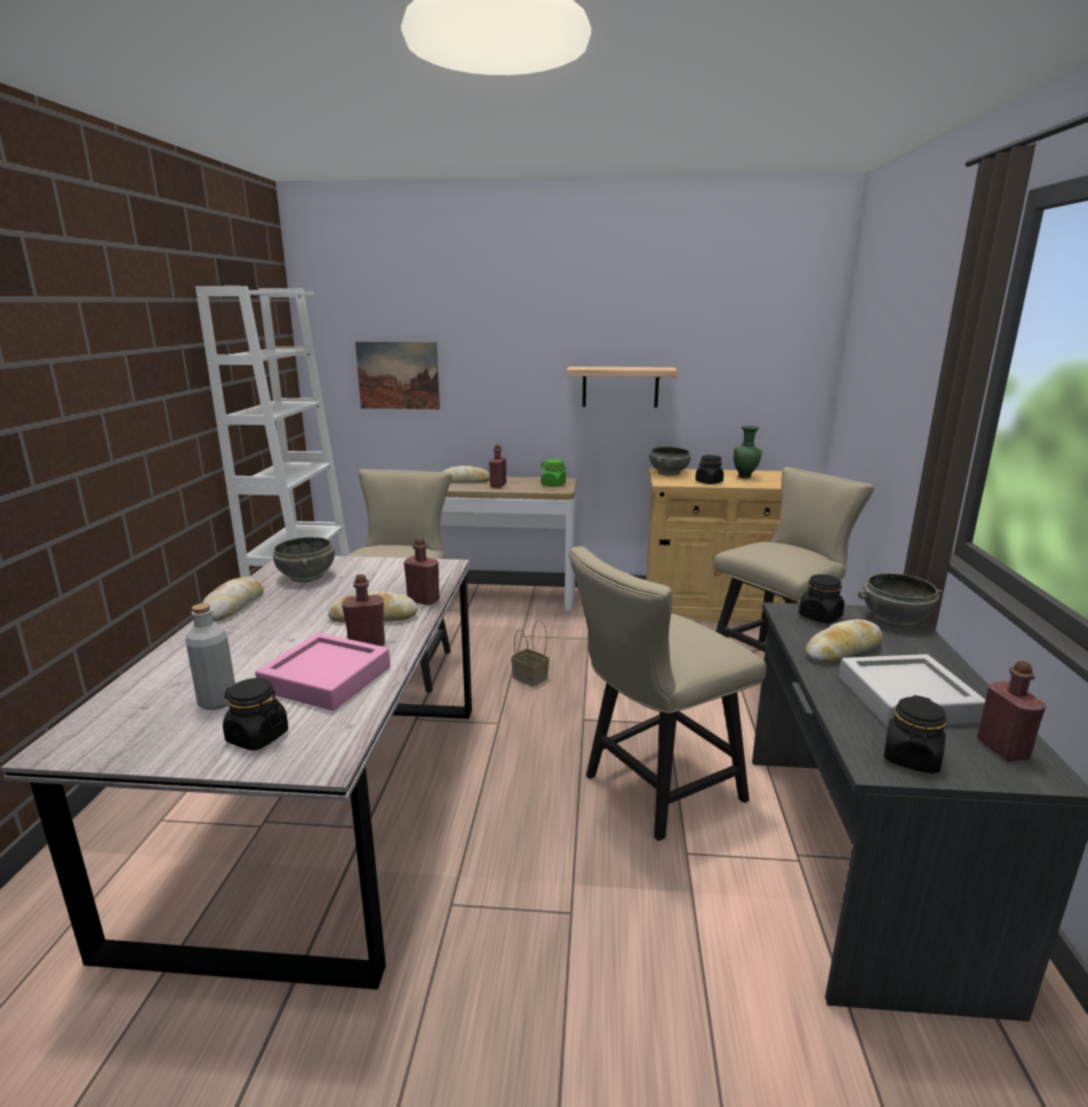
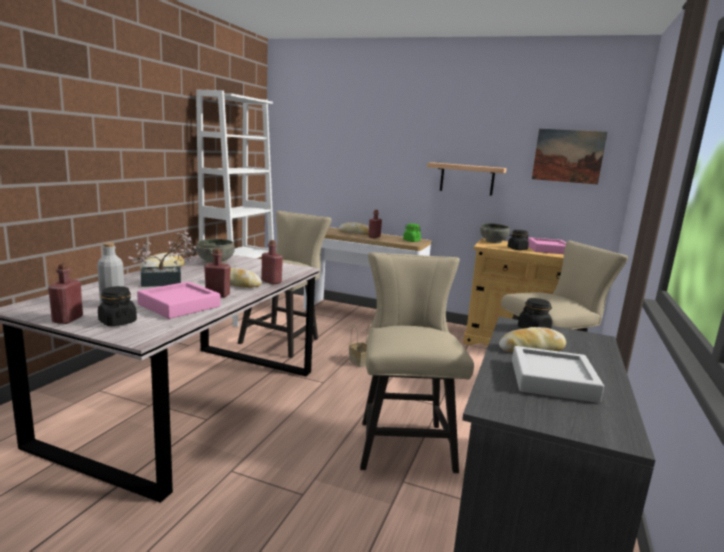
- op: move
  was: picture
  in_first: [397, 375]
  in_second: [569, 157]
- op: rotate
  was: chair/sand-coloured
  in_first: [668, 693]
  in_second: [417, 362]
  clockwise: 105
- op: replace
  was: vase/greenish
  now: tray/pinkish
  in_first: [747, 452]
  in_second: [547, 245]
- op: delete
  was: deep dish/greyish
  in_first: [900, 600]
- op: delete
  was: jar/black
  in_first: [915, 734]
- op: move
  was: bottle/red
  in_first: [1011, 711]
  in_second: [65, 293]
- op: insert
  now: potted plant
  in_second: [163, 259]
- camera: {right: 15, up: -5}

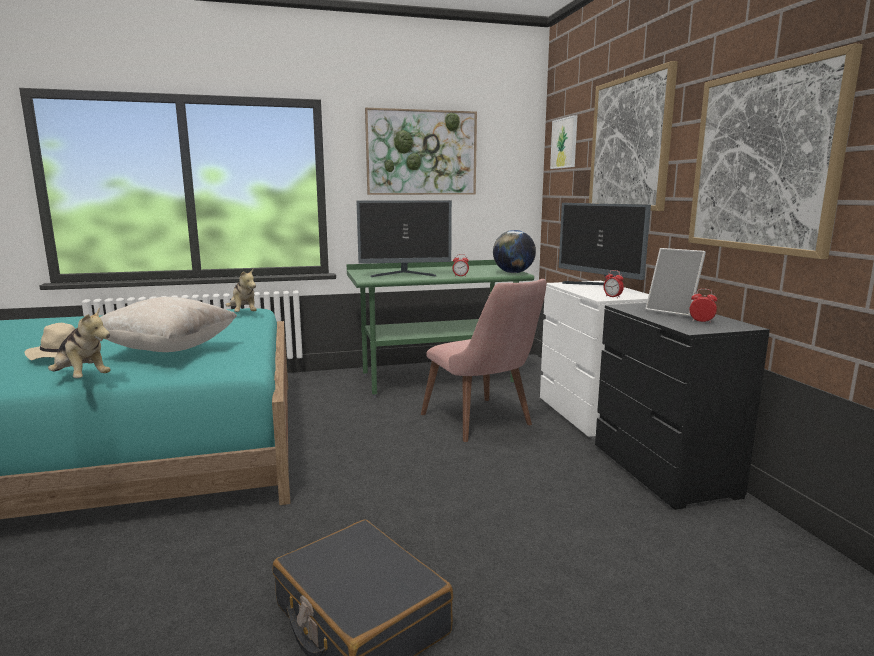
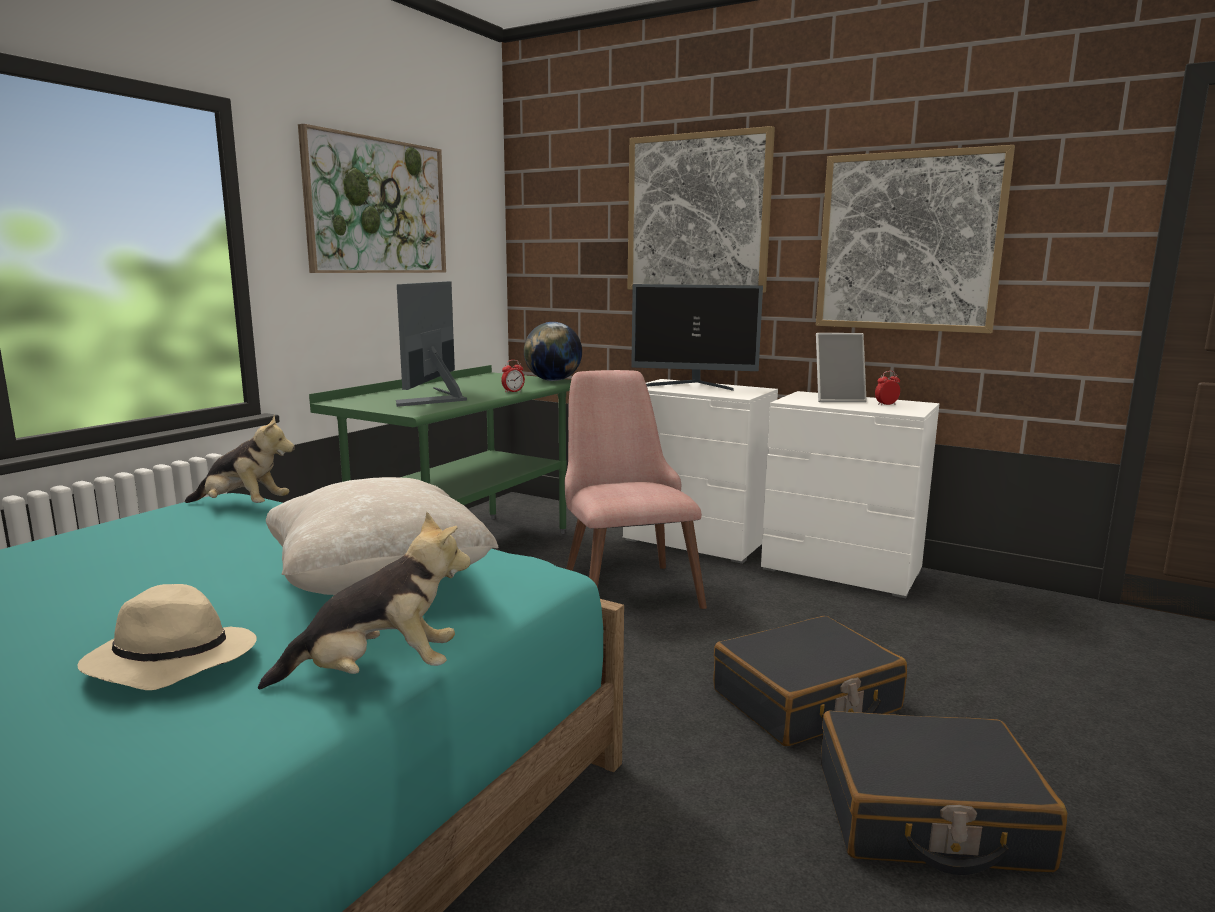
- op: rotate
  was: monitor
  in_first: [404, 238]
  in_second: [431, 344]
  clockwise: 150
- op: rotate
  was: chair/pinkish
  in_first: [484, 360]
  in_second: [636, 489]
  clockwise: -120
- op: delete
  was: picture
  in_first: [564, 142]
- op: recolor
  was: drawer chest/black
  now: drawer chest/white
  in_first: [682, 406]
  in_second: [850, 494]
- op: delete
  was: bedside clock
  in_first: [614, 284]
- op: insert
  now: travel case/black
  in_second: [810, 681]
- camera: {right: -45, up: 0}

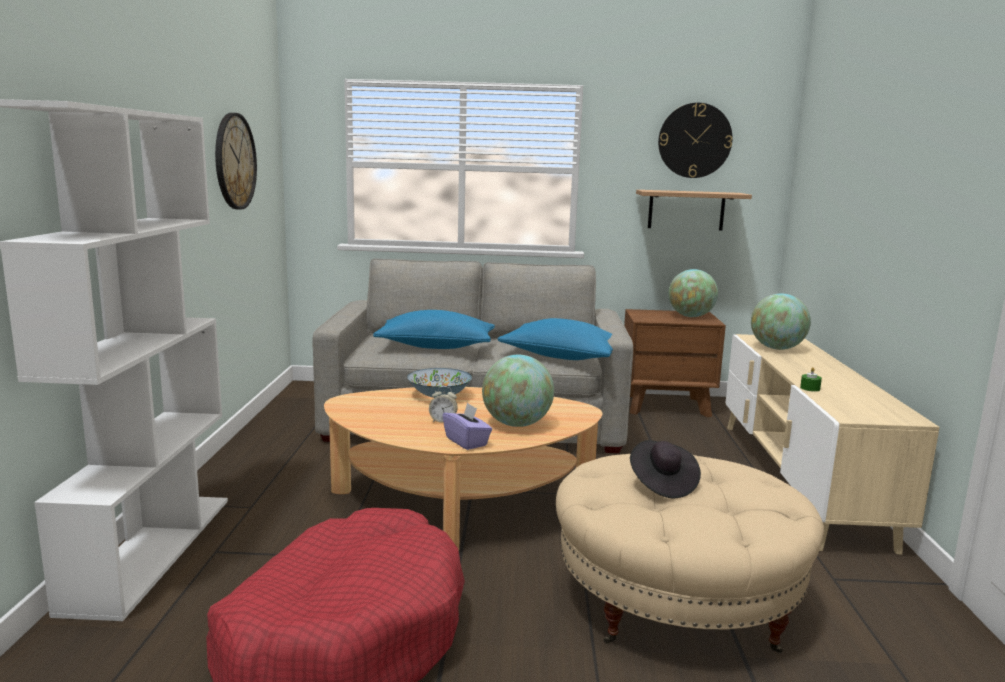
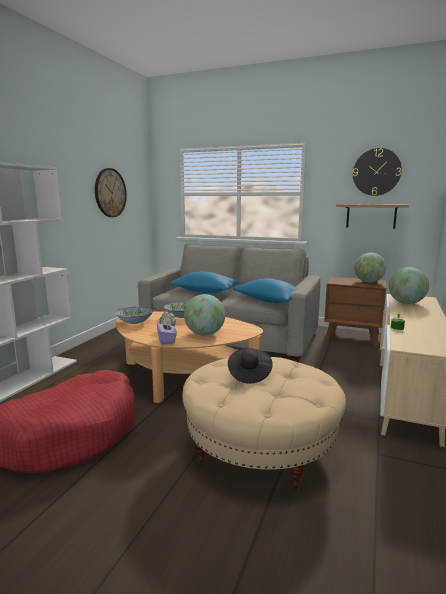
- op: insert
  now: deep dish
  in_second: [134, 315]
- camera: {right: 20, up: 0}

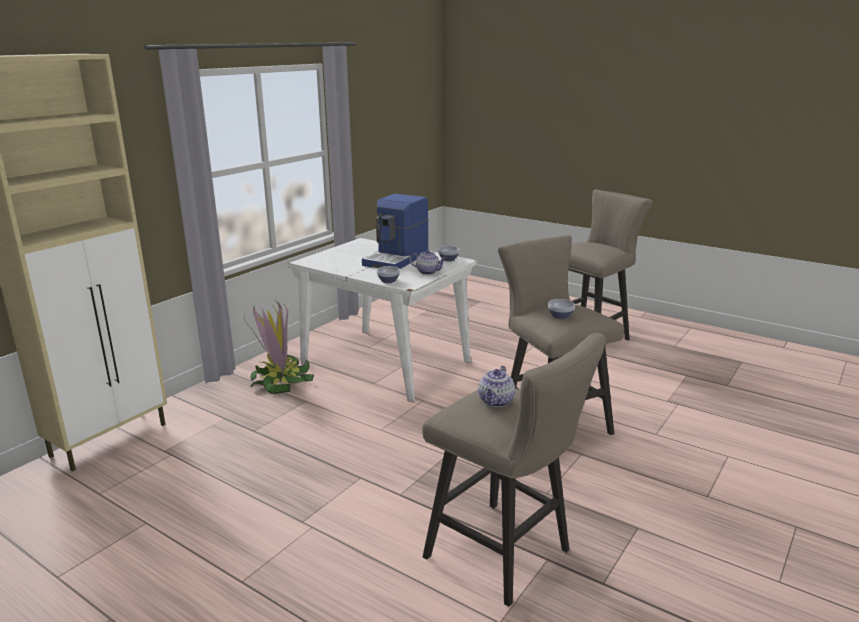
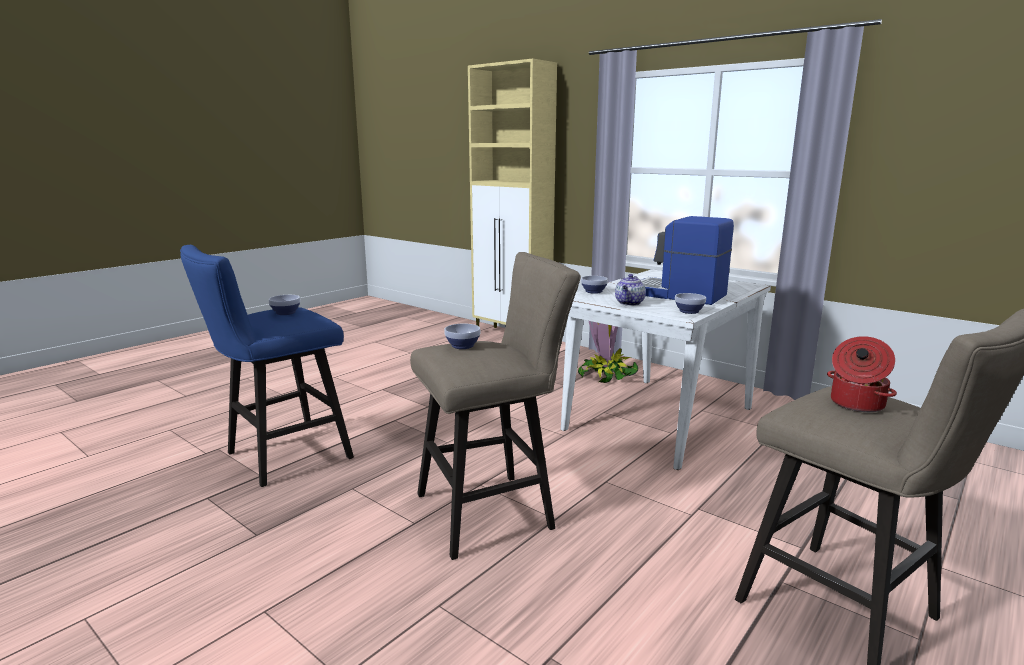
- op: recolor
  was: stool/sand-coloured
  now: stool/blue-coloured
  in_first: [514, 470]
  in_second: [267, 366]
- op: replace
  was: pot for tea
  now: deep dish
  in_first: [496, 386]
  in_second: [284, 305]
- op: insert
  now: saucepot
  in_second: [862, 374]
- camera: {right: 95, up: -5}

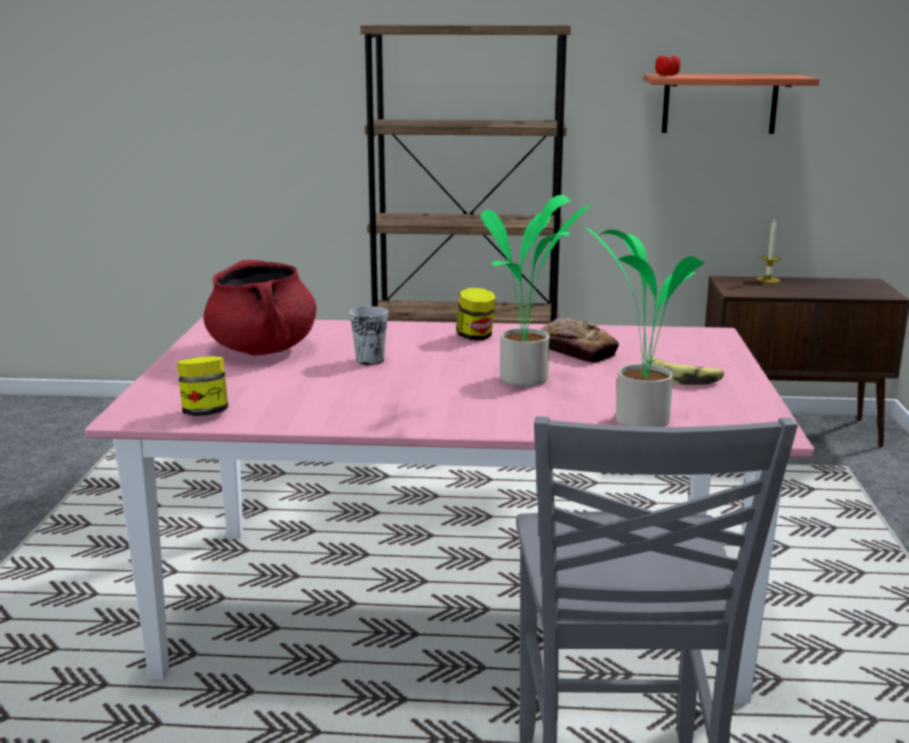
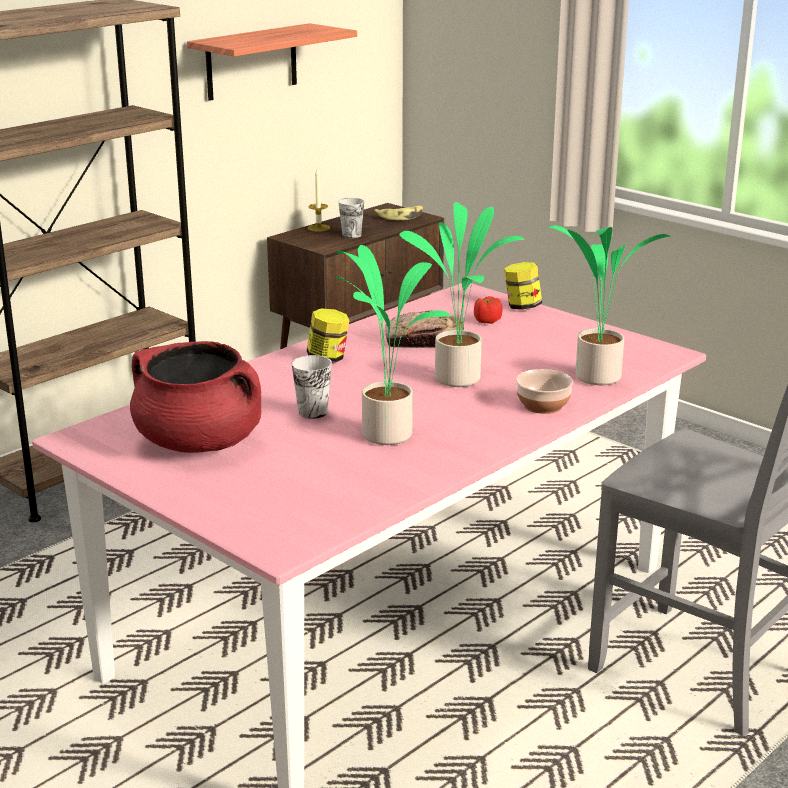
- op: move
  was: jar
  in_first: [202, 386]
  in_second: [523, 286]
- op: move
  was: banana
  in_first: [685, 370]
  in_second: [398, 213]
- op: move
  was: tomato
  in_first: [667, 66]
  in_second: [488, 310]
- op: insert
  now: potted plant
  in_second: [393, 345]
- op: insert
  now: drinking cup
  in_second: [351, 218]
- op: insert
  now: deep dish
  in_second: [544, 391]
- camera: {right: -50, up: 5}

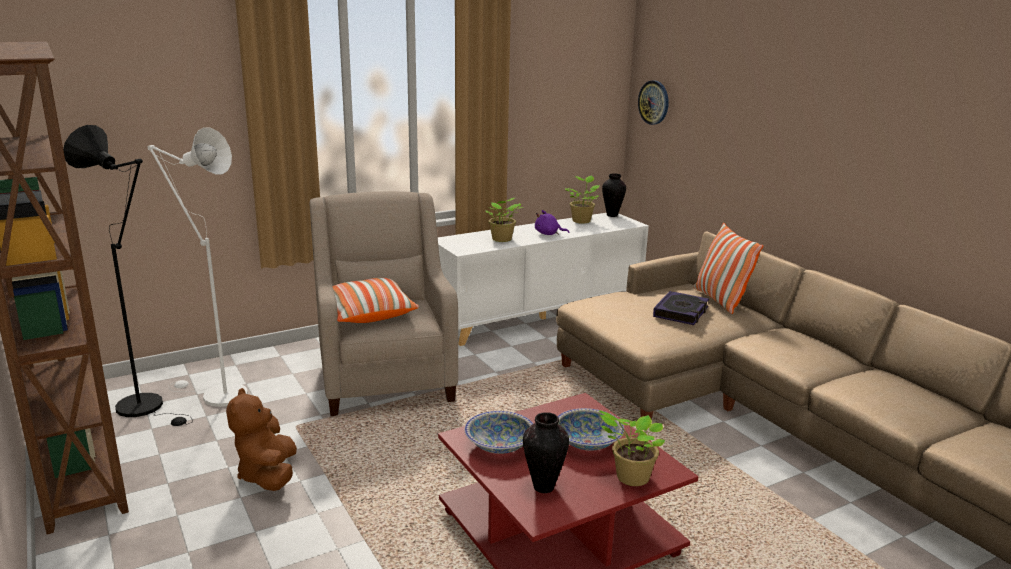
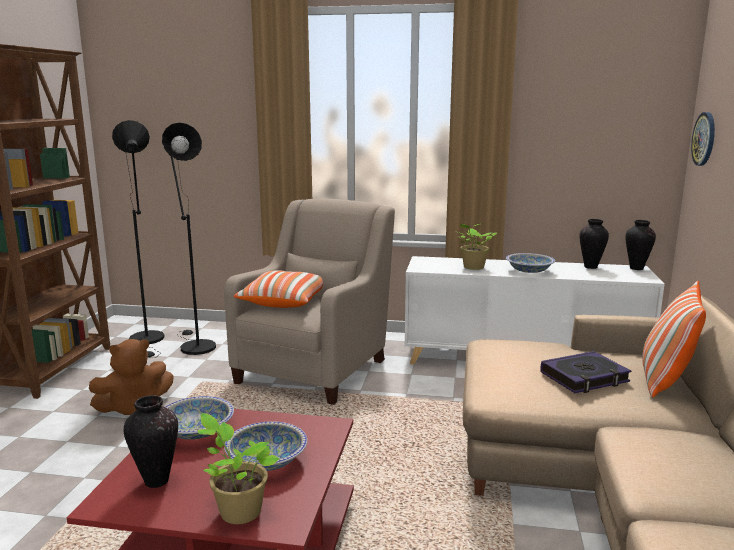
- op: recolor
  was: standard lamp/white
  now: standard lamp/black
  in_first: [198, 267]
  in_second: [189, 238]
- op: rotate
  was: soft toy/brown
  in_first: [261, 439]
  in_second: [131, 377]
  clockwise: -150
- op: replace
  was: soft toy/purplish
  now: deep dish
  in_first: [552, 222]
  in_second: [530, 263]
- op: replace
  was: potted plant
  now: vase
  in_first: [582, 199]
  in_second: [594, 244]
- camera: {right: 40, up: -5}

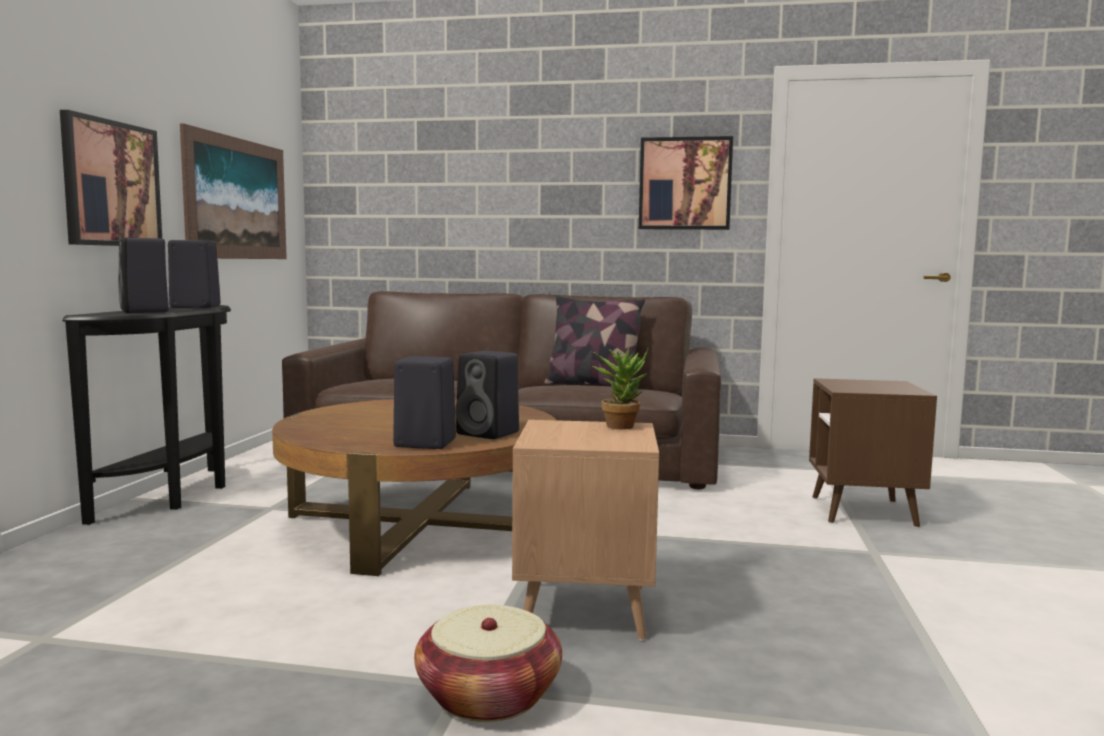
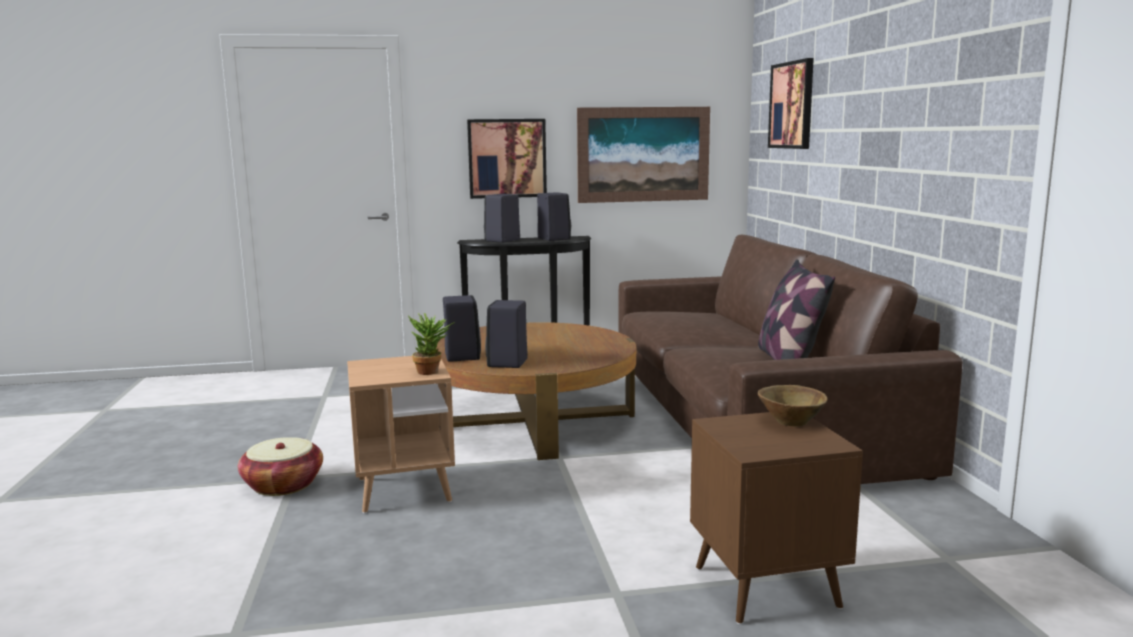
- op: move
  was: picture
  in_first: [686, 183]
  in_second: [791, 103]
- op: insert
  now: deep dish/brown
  in_second: [793, 405]
- camera: {right: 70, up: 5}

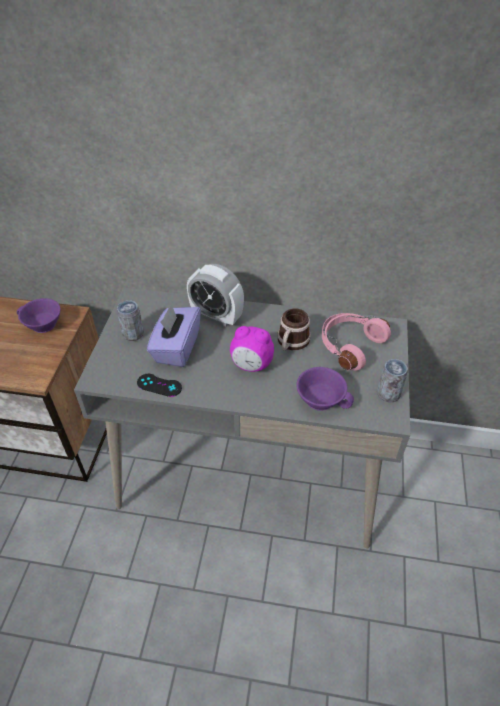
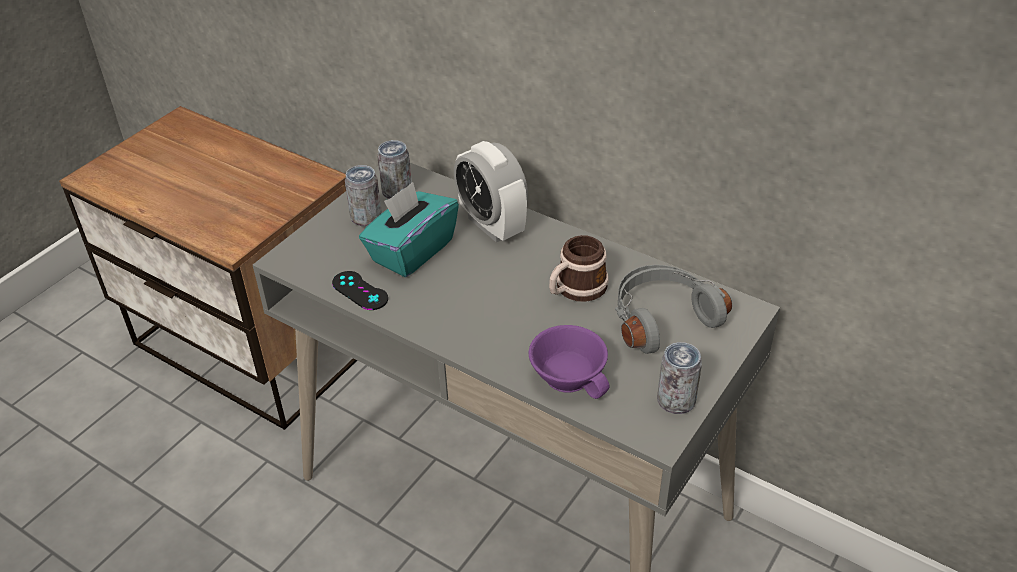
- op: delete
  was: drinking cup/purplish
  in_first: [39, 315]
- op: recolor
  was: box of tissues/purplish
  now: box of tissues/turquoise
  in_first: [174, 335]
  in_second: [409, 229]
- op: delete
  was: bedside clock
  in_first: [252, 349]
- op: recolor
  was: pair of headphones/pinkish
  now: pair of headphones/greyish
  in_first: [356, 342]
  in_second: [673, 309]
- op: insert
  now: can
  in_second: [394, 169]
- camera: {right: 25, up: -5}

